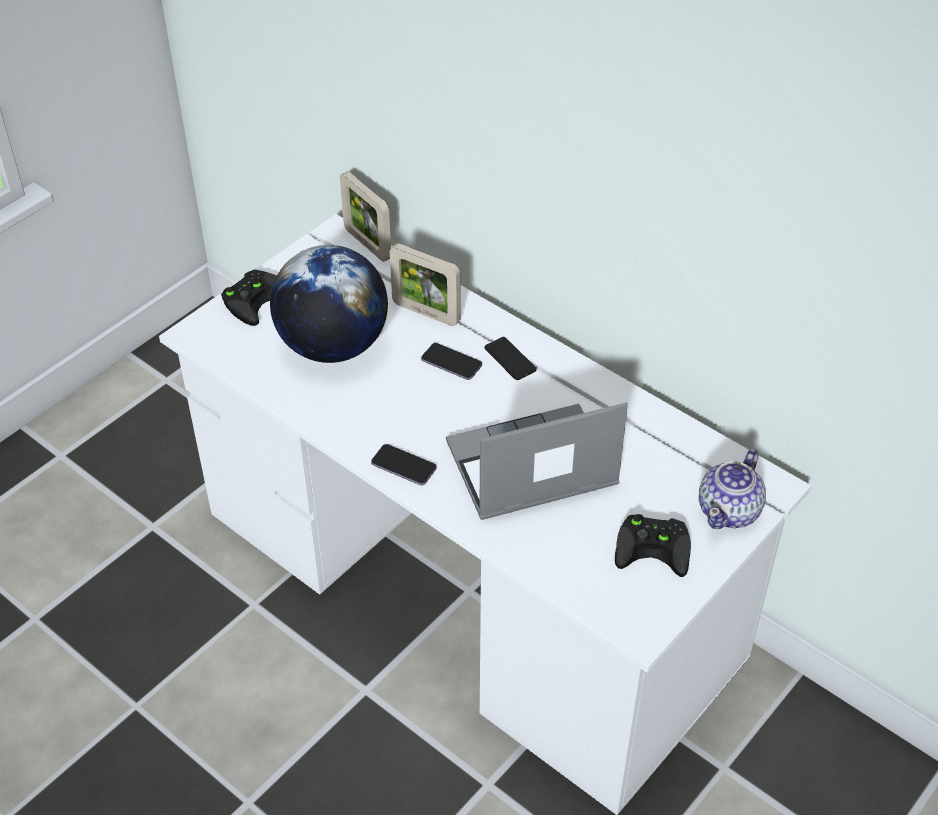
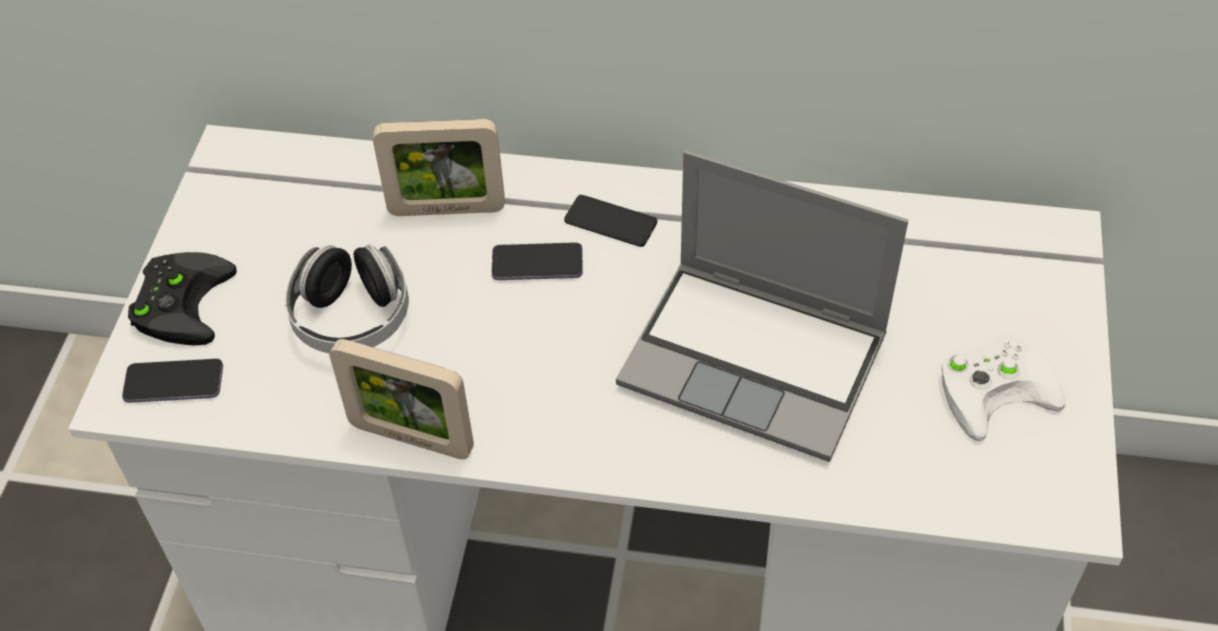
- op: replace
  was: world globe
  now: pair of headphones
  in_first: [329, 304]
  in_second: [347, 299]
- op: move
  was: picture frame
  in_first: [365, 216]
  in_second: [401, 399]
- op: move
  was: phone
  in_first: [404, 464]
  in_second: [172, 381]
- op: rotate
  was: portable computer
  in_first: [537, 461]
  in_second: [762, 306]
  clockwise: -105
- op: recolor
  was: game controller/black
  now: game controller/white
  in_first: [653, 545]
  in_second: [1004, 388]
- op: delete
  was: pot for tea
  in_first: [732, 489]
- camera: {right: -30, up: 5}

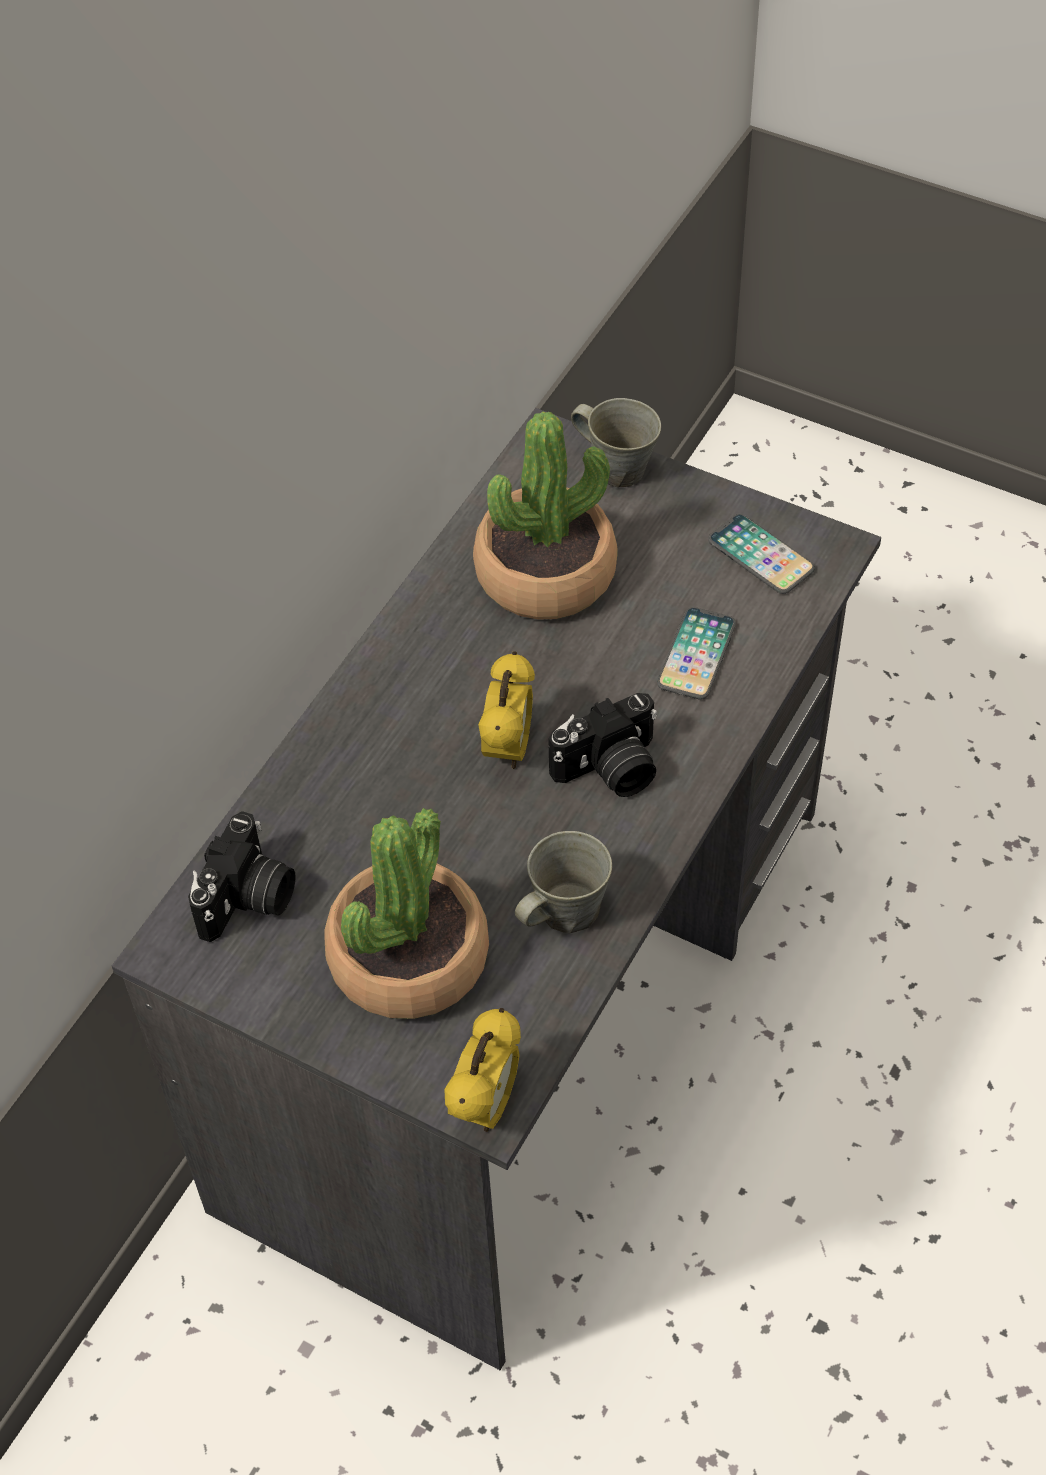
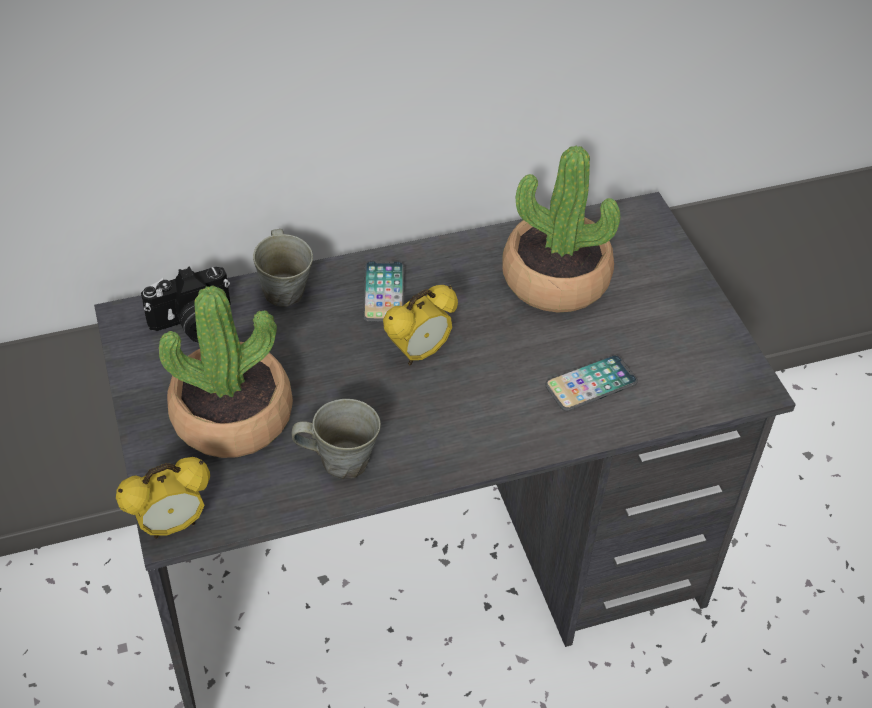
- op: delete
  was: photo camera
  in_first: [602, 745]
- op: move
  was: tea mug/greyish
  in_first: [616, 442]
  in_second: [283, 268]
- op: move
  was: phone
  in_first: [761, 554]
  in_second: [384, 291]
- camera: {right: 40, up: -5}

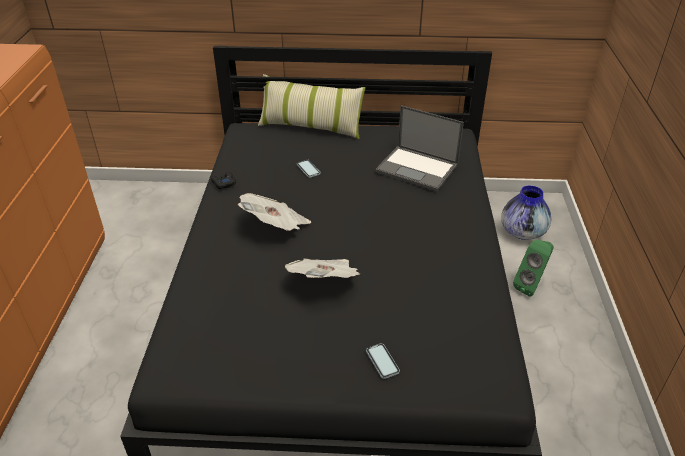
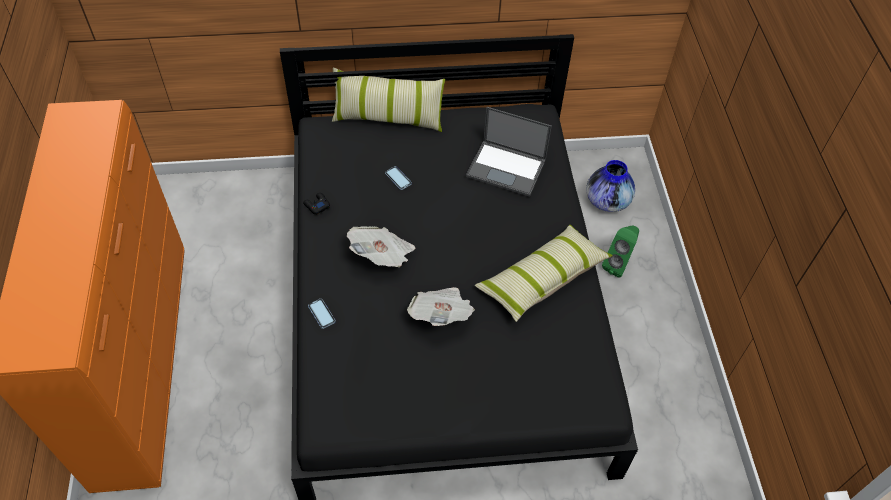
- op: move
  was: phone
  in_first: [383, 361]
  in_second: [322, 314]
- op: insert
  now: throw pillow
  in_second: [544, 273]
- camera: {right: -10, up: 15}

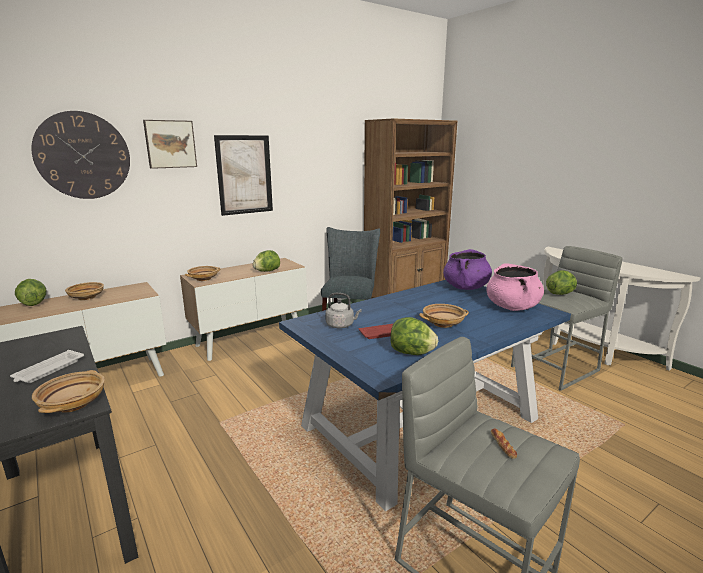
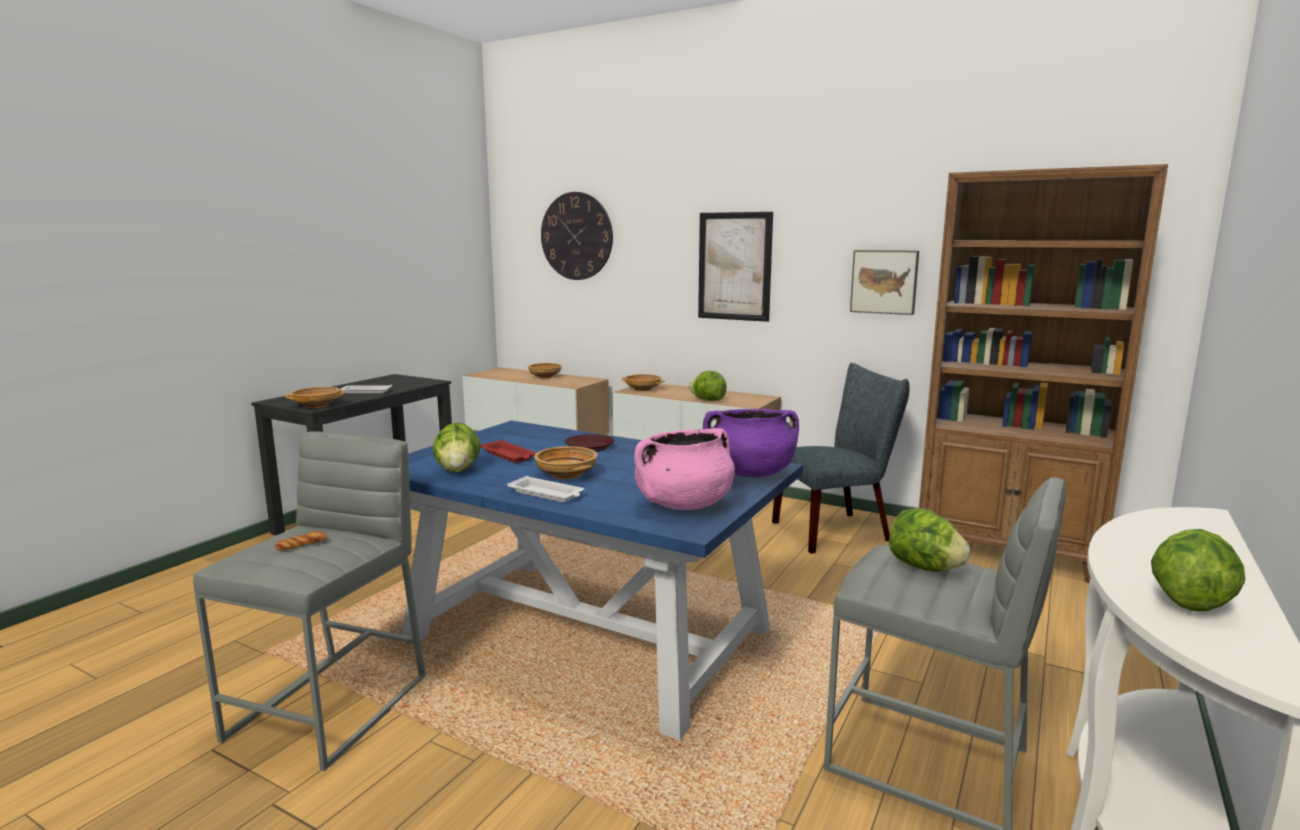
- op: move
  was: lettuce
  in_first: [30, 292]
  in_second: [1198, 570]
- op: move
  was: picture
  in_first: [170, 144]
  in_second: [884, 282]
- op: delete
  was: kettle/greyish
  in_first: [344, 310]
- op: insert
  now: tray/white
  in_second: [546, 489]
- op: insert
  now: plate/brown
  in_second: [589, 443]
- camera: {right: 65, up: -5}

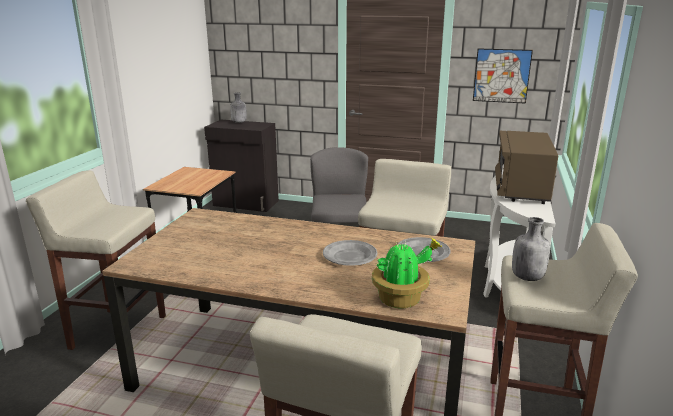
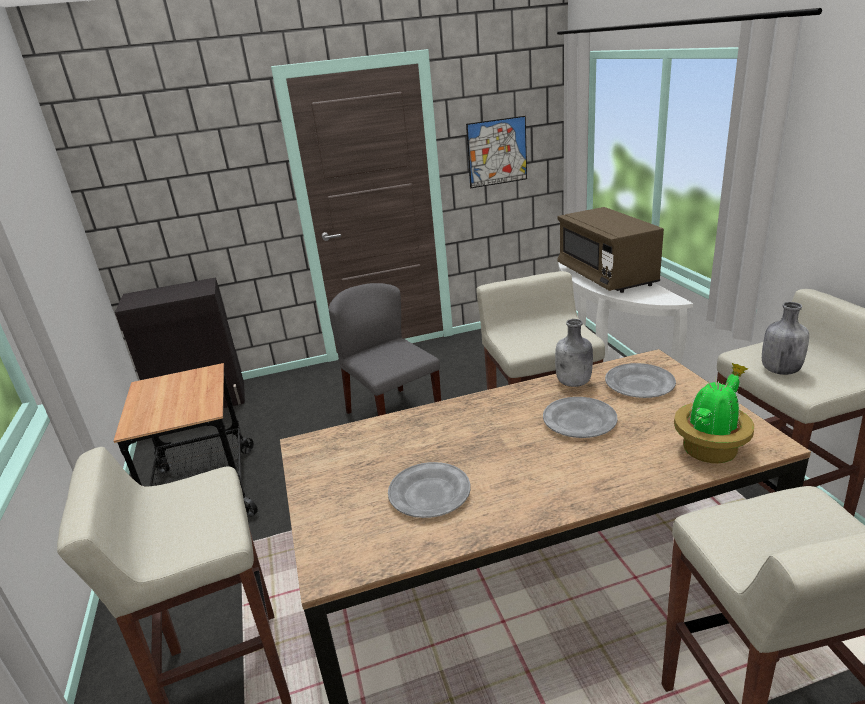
- op: move
  was: bottle/greyish
  in_first: [238, 107]
  in_second: [574, 353]
- op: insert
  now: plate/greyish
  in_second: [429, 490]
- camera: {right: -30, up: 5}

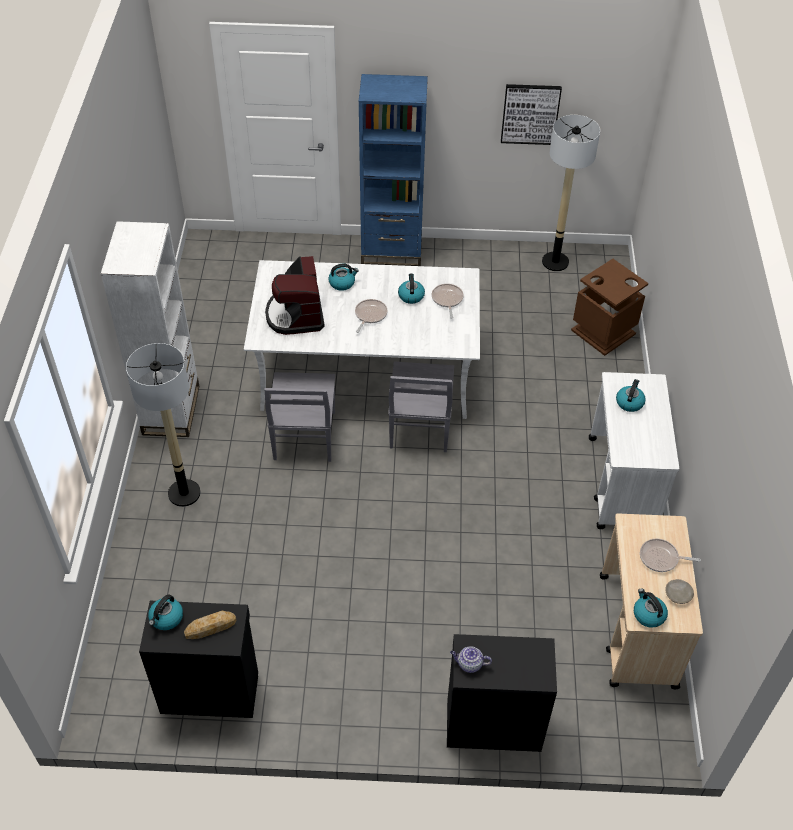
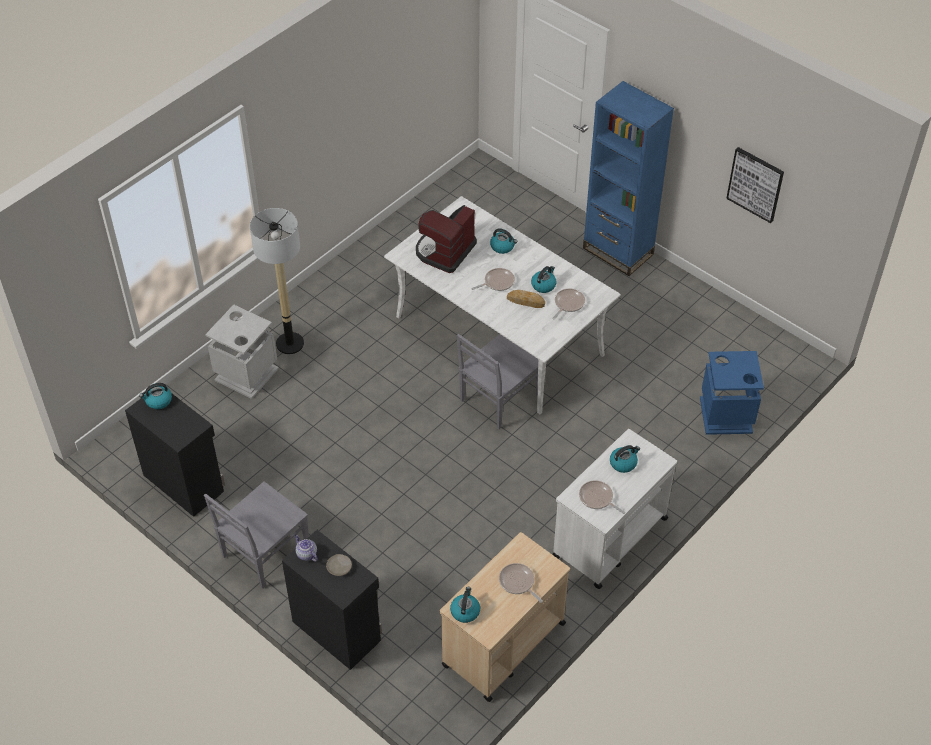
- op: delete
  was: bookshelf/white
  in_first: [150, 329]
- op: move
  was: bakery bread
  in_first: [210, 625]
  in_second: [526, 299]
- op: move
  was: chair/greyish
  in_first: [300, 417]
  in_second: [256, 535]
- op: delete
  was: standard lamp
  in_first: [571, 193]
- op: recolor
  was: rubbish bin/brown
  now: rubbish bin/blue-coloured
  in_first: [609, 307]
  in_second: [732, 393]
- op: move
  was: plate/sand-coloured
  in_first: [679, 591]
  in_second: [339, 565]
- op: insert
  now: rubbish bin/greyish
  in_second: [242, 352]
- op: insert
  now: pan
  in_second: [602, 497]
- camera: {right: 40, up: 0}

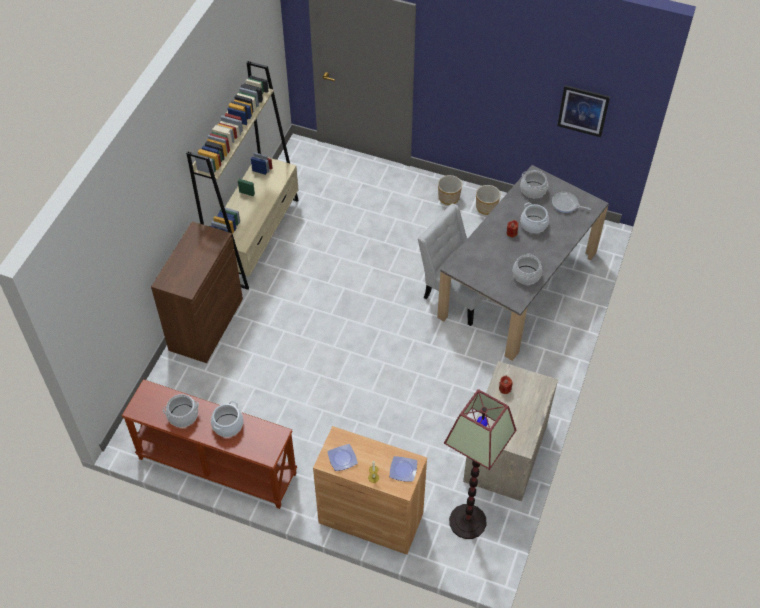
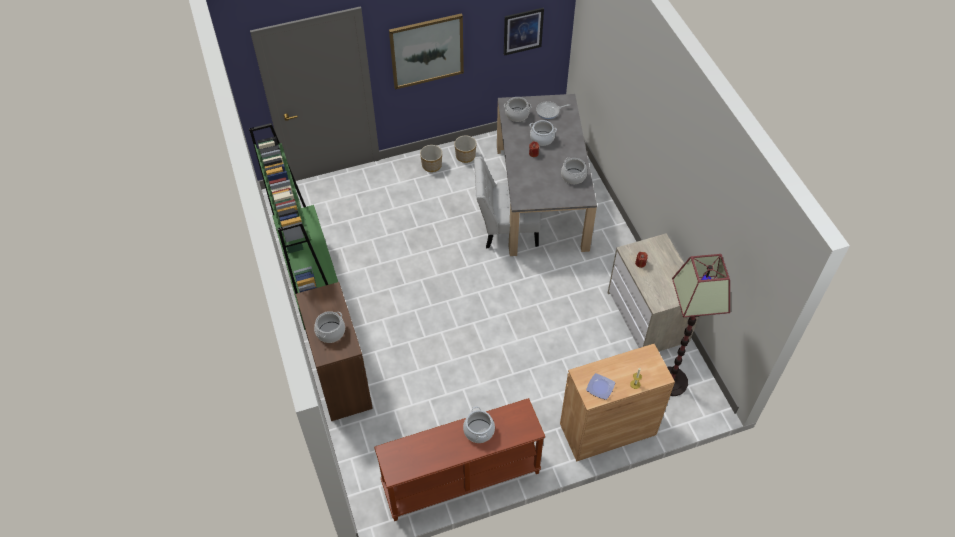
- op: move
  was: saucepot
  in_first: [181, 411]
  in_second: [329, 327]
- op: recolor
  was: bookshelf/sand-coloured
  now: bookshelf/greenish
  in_first: [242, 175]
  in_second: [293, 230]
- op: delete
  was: plate
  in_first: [403, 468]
- op: insert
  now: picture
  in_second: [426, 51]
- camera: {right: -40, up: 0}

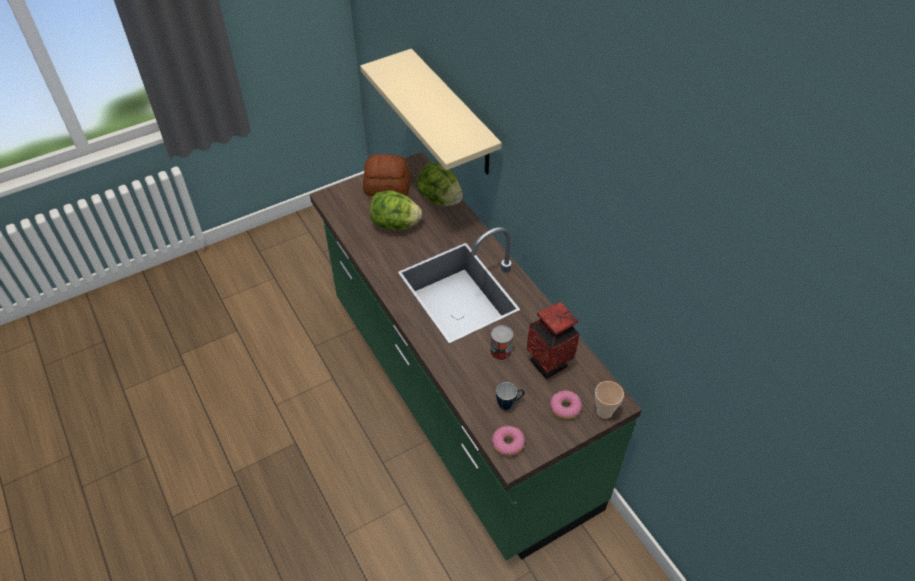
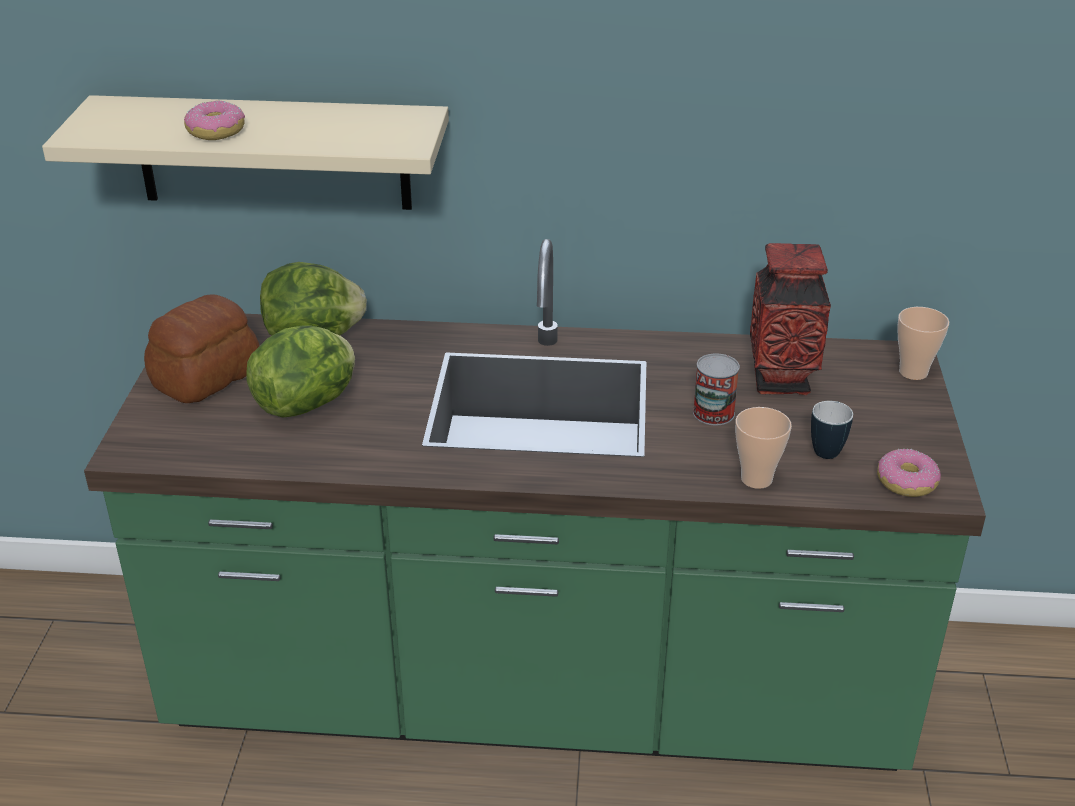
- op: move
  was: ring doughnut
  in_first: [566, 405]
  in_second: [214, 120]
- op: insert
  now: drinking cup
  in_second: [763, 448]
- camera: {right: -55, up: -15}

